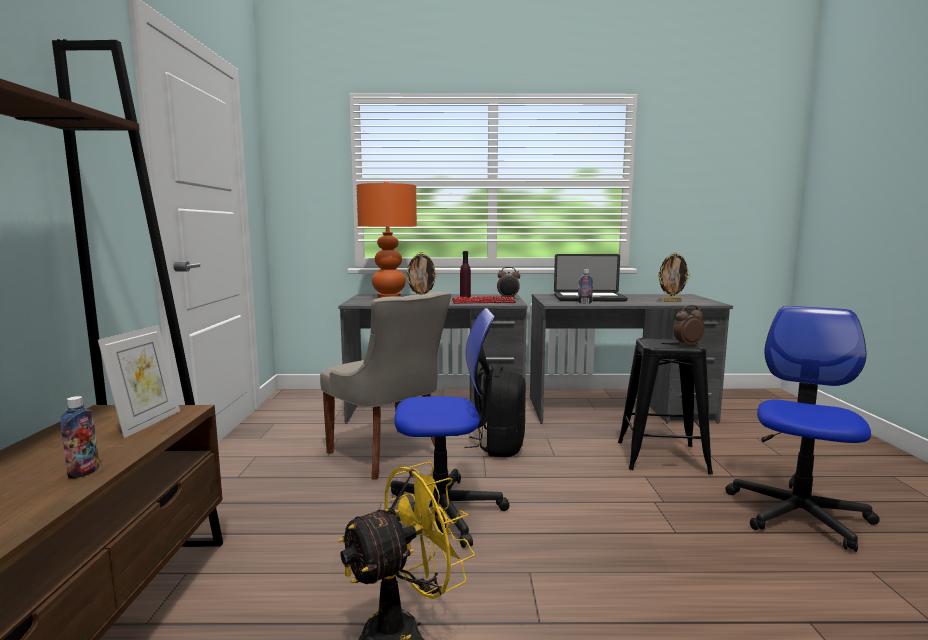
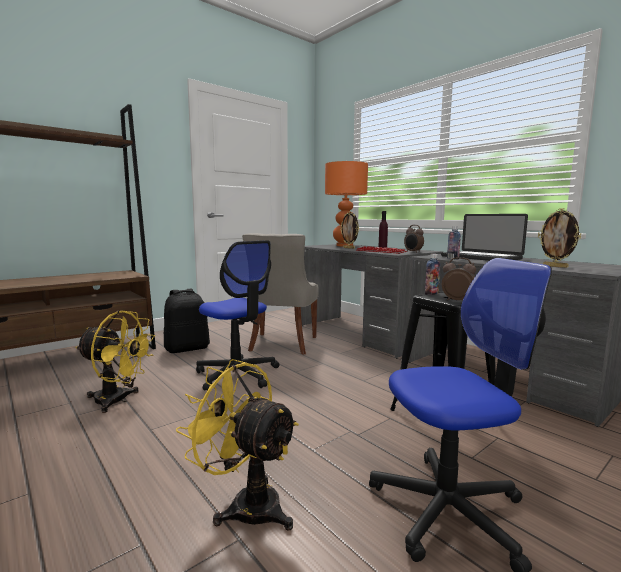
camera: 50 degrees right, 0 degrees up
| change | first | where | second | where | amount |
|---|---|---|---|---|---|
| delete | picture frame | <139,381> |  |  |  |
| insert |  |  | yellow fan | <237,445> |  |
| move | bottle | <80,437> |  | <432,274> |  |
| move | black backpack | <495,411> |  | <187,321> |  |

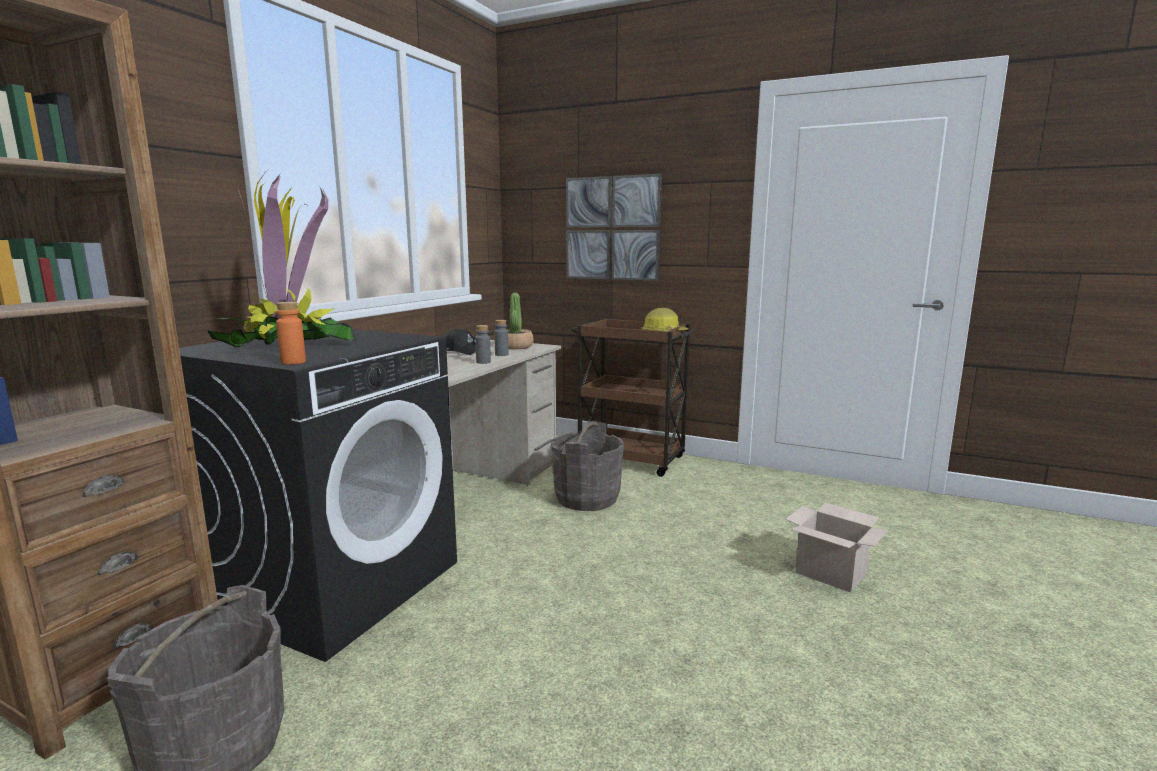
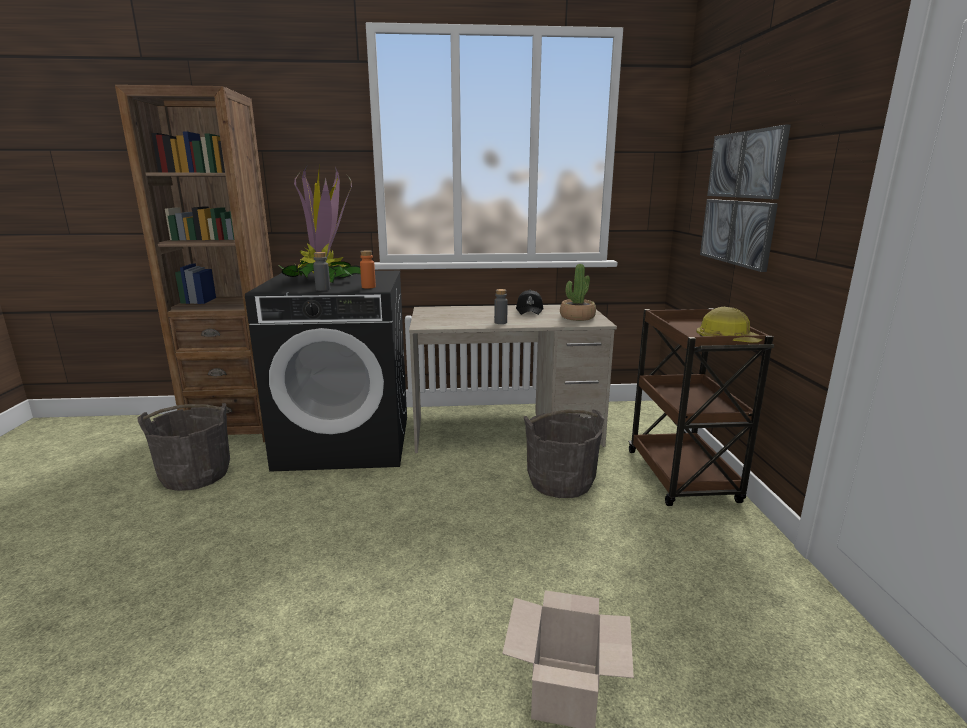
camera: 60 degrees right, 5 degrees up
| change | first | where | second | where | amount |
|---|---|---|---|---|---|
| move | orange bottle | <291,333> |  | <368,269> |  |
| move | grey bottle | <501,338> |  | <321,271> |  |

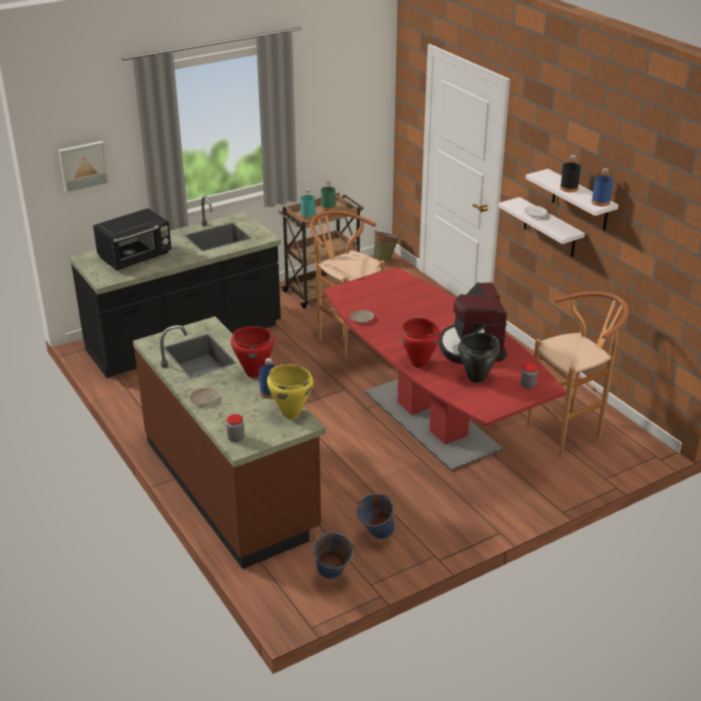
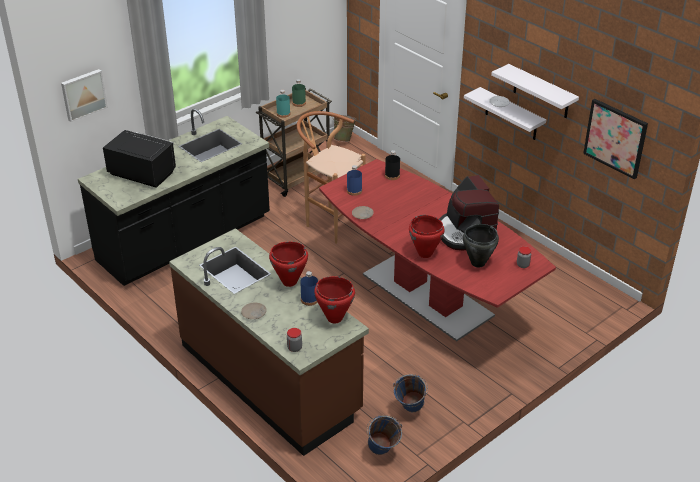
camera: 10 degrees left, 5 degrees up
| change | first | where | second | where | amount |
|---|---|---|---|---|---|
| delete | brown stool | <578,373> |  |  |  |
| insert |  |  | picture | <615,139> |  |
| move | black bottle | <570,173> |  | <392,165> |  |
| move | blue bottle | <602,187> |  | <354,180> |  |
| recolor | yellow cooking pot | <290,391> | red cooking pot | <334,299> |  |
| rotate | black microwave | <132,239> |  | <139,159> | 105 degrees counterclockwise |

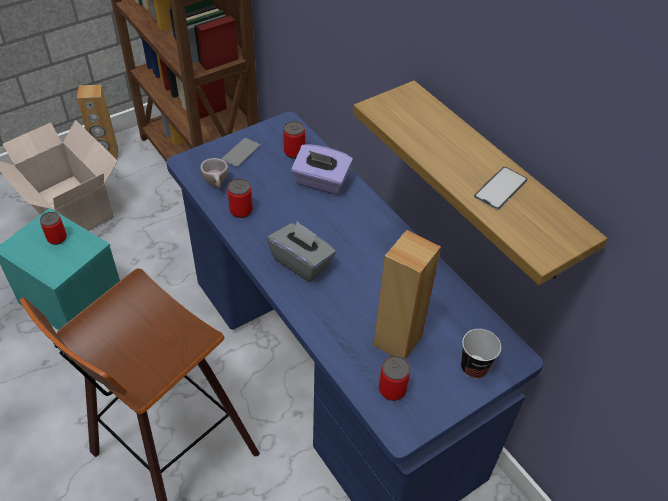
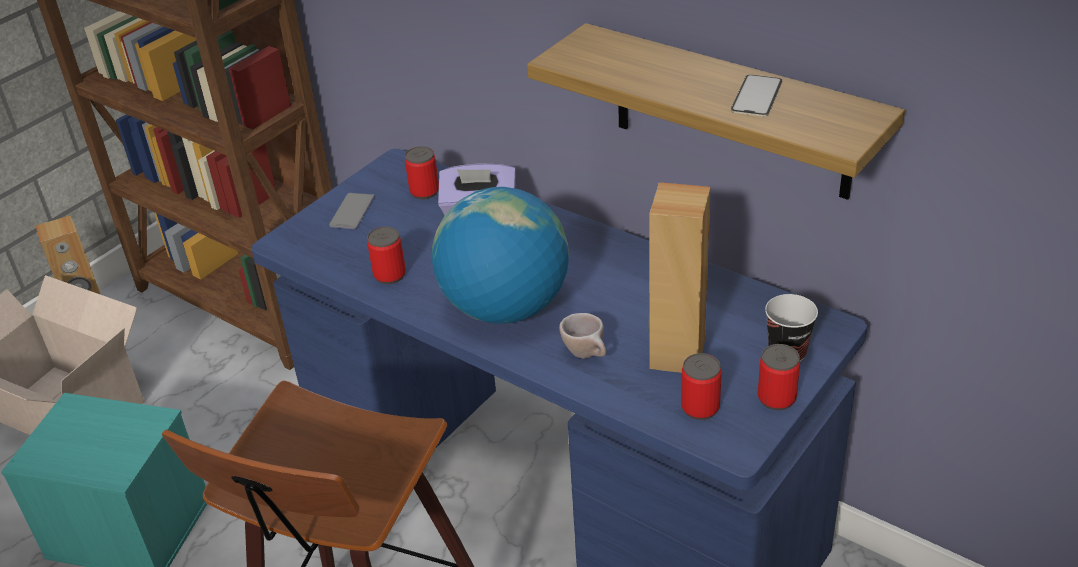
camera: 15 degrees left, 10 degrees down
| change | first | where | second | where | amount |
|---|---|---|---|---|---|
| move | can | <53,228> |  | <779,377> |  |
| move | beige cup | <214,173> |  | <582,335> |  |
| replace | grey tissue box | <301,251> | globe | <500,255> |  |

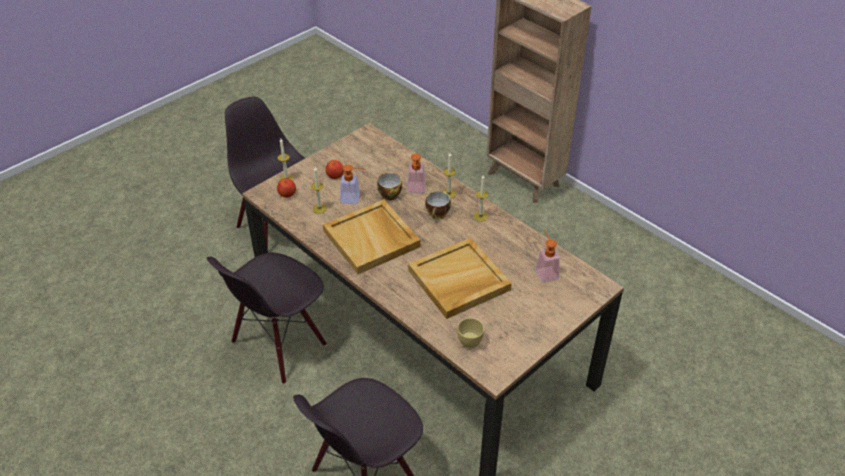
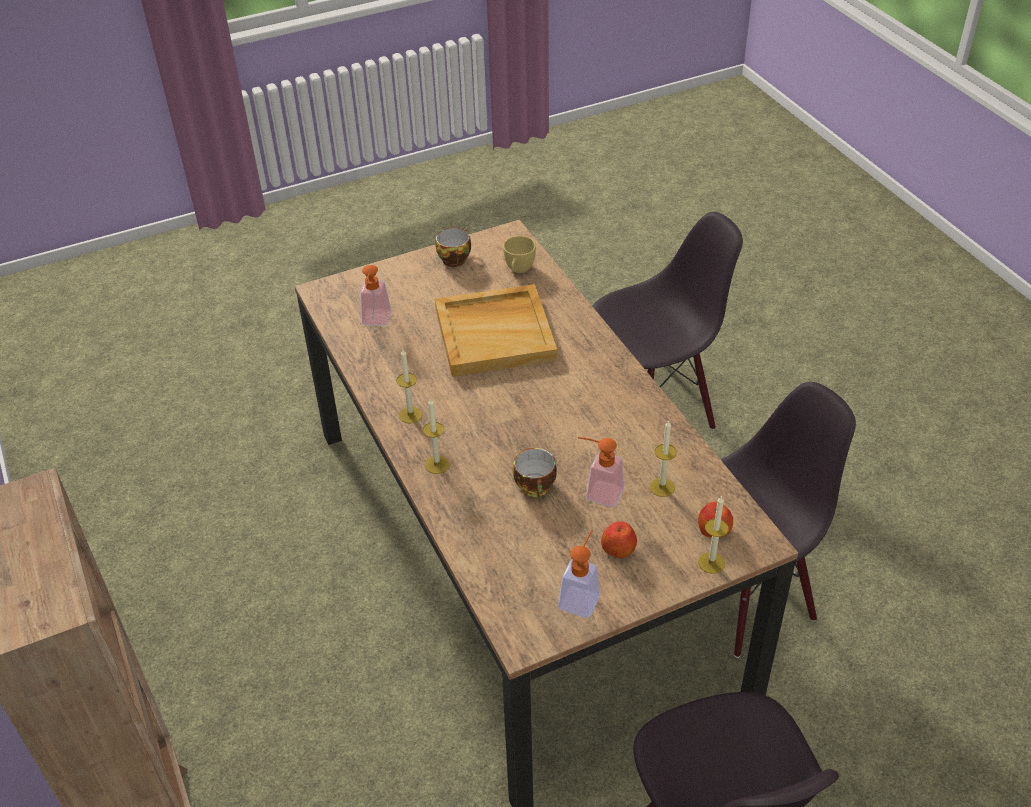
camera: 160 degrees left, 0 degrees up
| change | first | where | second | where | amount |
|---|---|---|---|---|---|
| delete | beige tray | <371,237> |  |  |  |
| move | soap dispenser | <416,173> |  | <579,574> |  |
| move | cup | <438,205> |  | <453,247> |  |

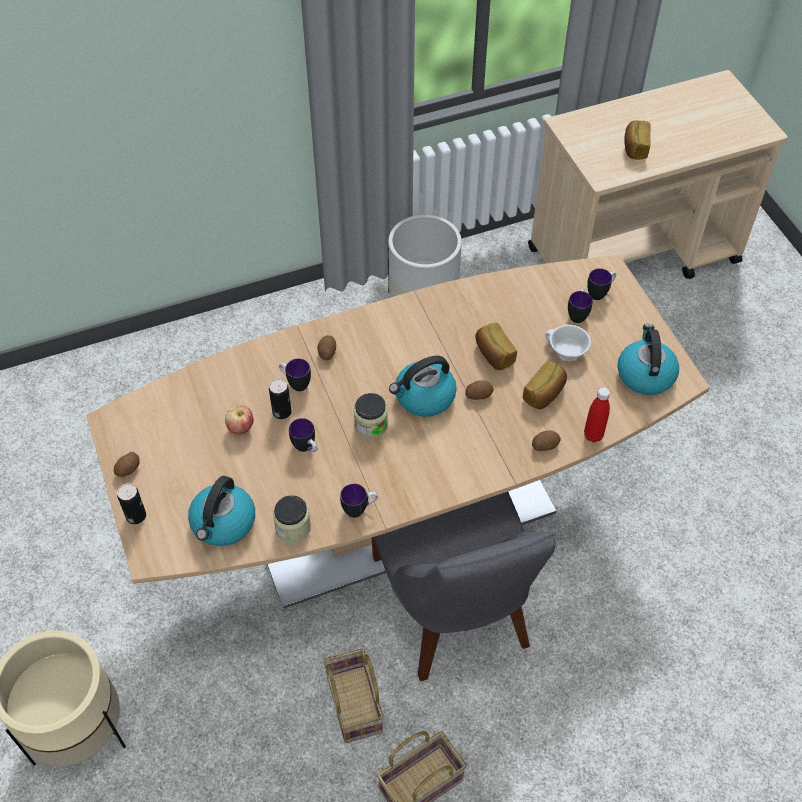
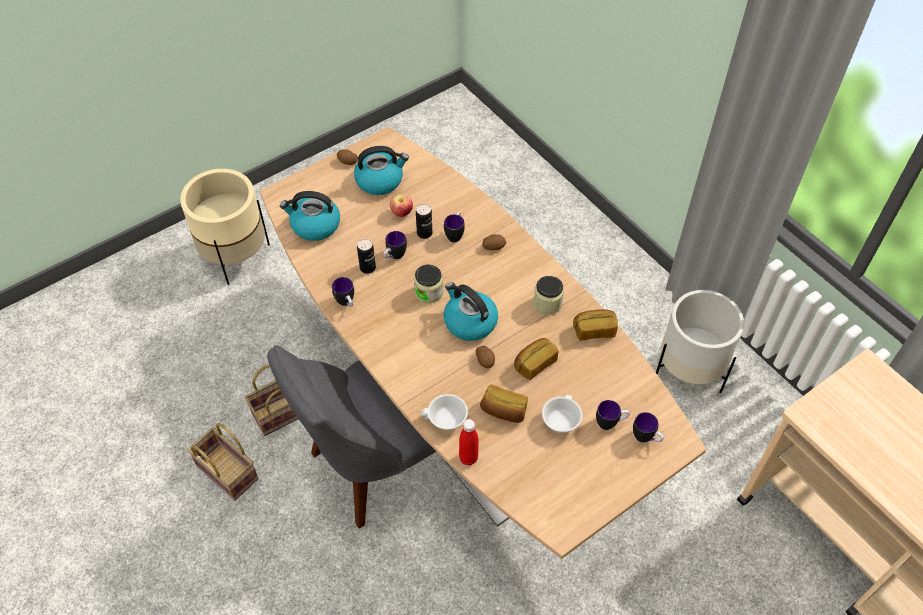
camera: 75 degrees right, 0 degrees up
| change | first | where | second | where | amount |
|---|---|---|---|---|---|
| move | can | <131,503> |  | <366,256> |  |
| move | jar | <292,519> |  | <549,295> |  |
| move | kettle | <648,359> |  | <381,170> |  |
| move | bread | <637,140> |  | <595,325> |  |
| replace | potato | <546,441> | white cup | <444,412> |  |

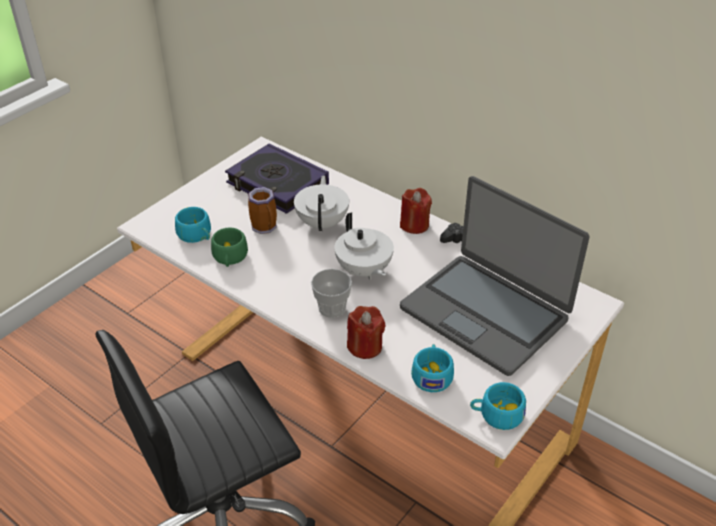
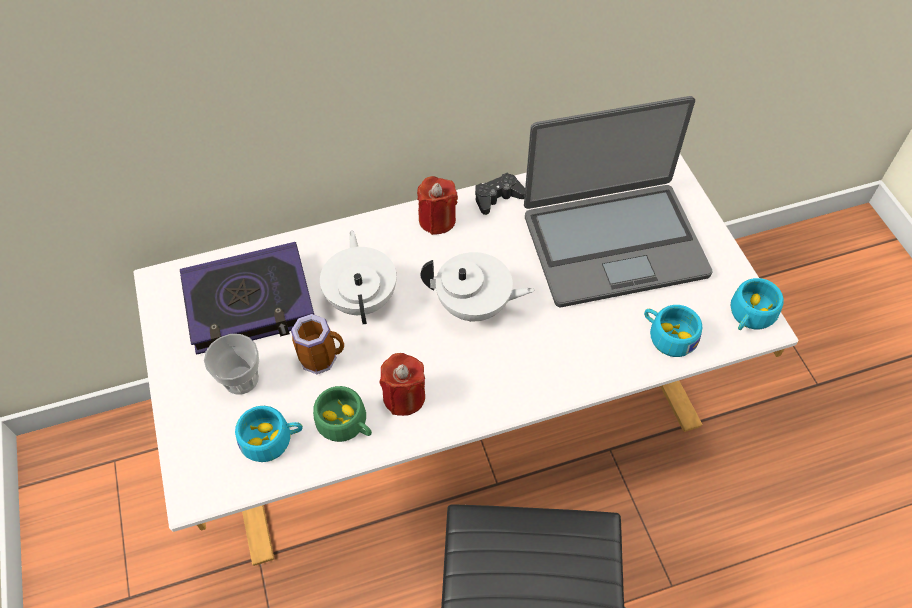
camera: 55 degrees left, 15 degrees up
| change | first | where | second | where | amount |
|---|---|---|---|---|---|
| move | cup | <331,293> |  | <231,364> |  |
| move | red candle | <366,332> |  | <402,384> |  |
| rotate | white teapot | <321,203> |  | <358,277> | 45 degrees clockwise |

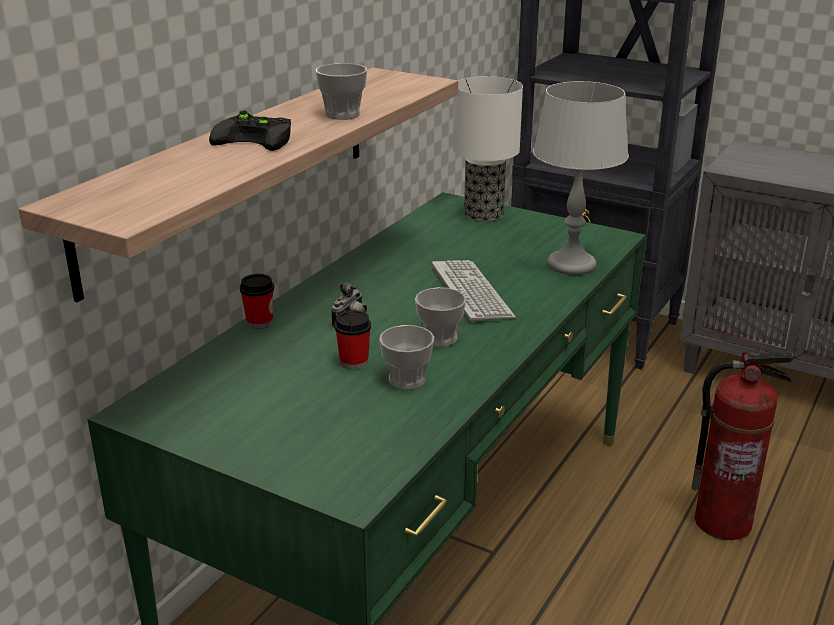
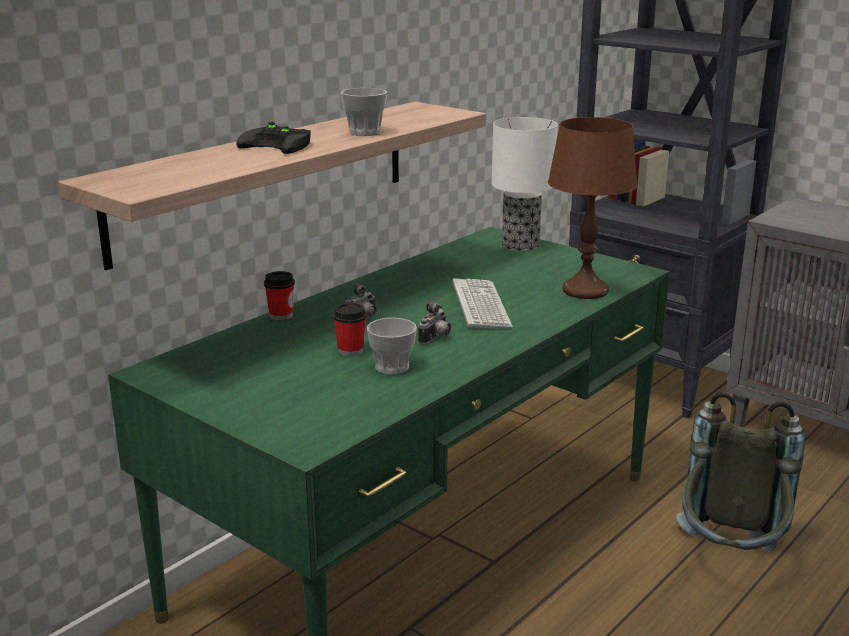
camera: 10 degrees right, 5 degrees down
| change | first | where | second | where | amount |
|---|---|---|---|---|---|
| replace | cup | <440,317> | photo camera | <434,322> |  |
| replace | fire extinguisher | <742,446> | grey backpack | <741,471> |  |
| recolor | grey table lamp | <581,178> | brown table lamp | <593,208> |  |

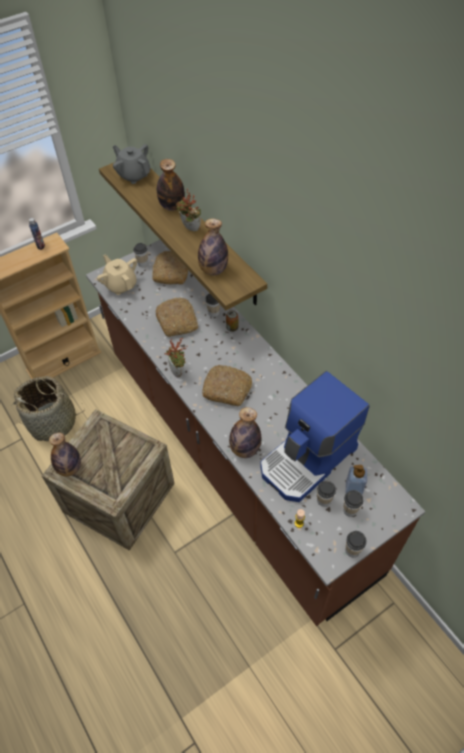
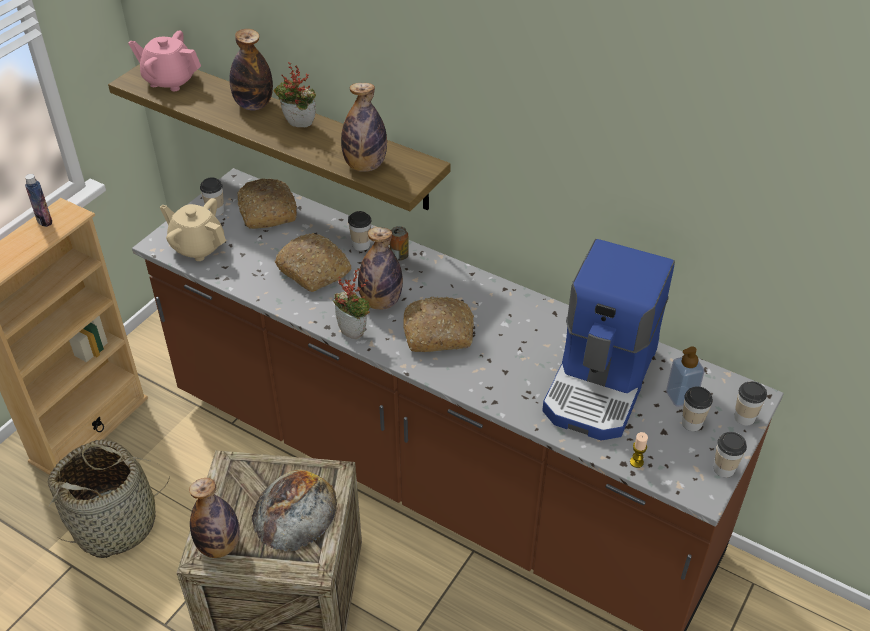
camera: 25 degrees left, 10 degrees down
| change | first | where | second | where | amount |
|---|---|---|---|---|---|
| insert |  |  | bread | <294,510> |  |
| move | bottle | <245,432> |  | <380,268> |  |
| move | cup | <326,494> |  | <750,403> |  |
| recolor | grey teapot | <131,164> | pink teapot | <164,61> |  |

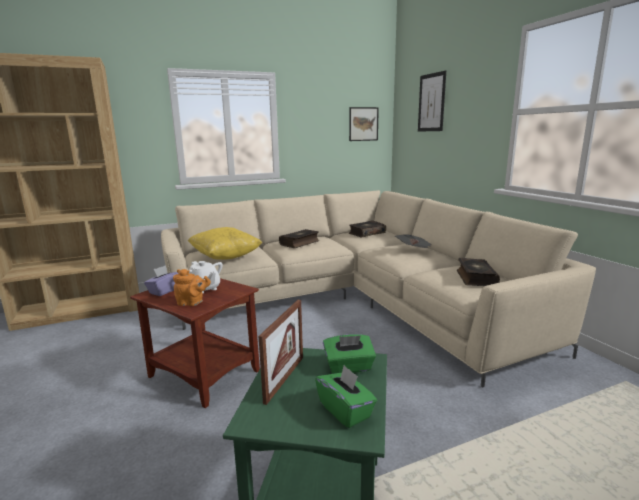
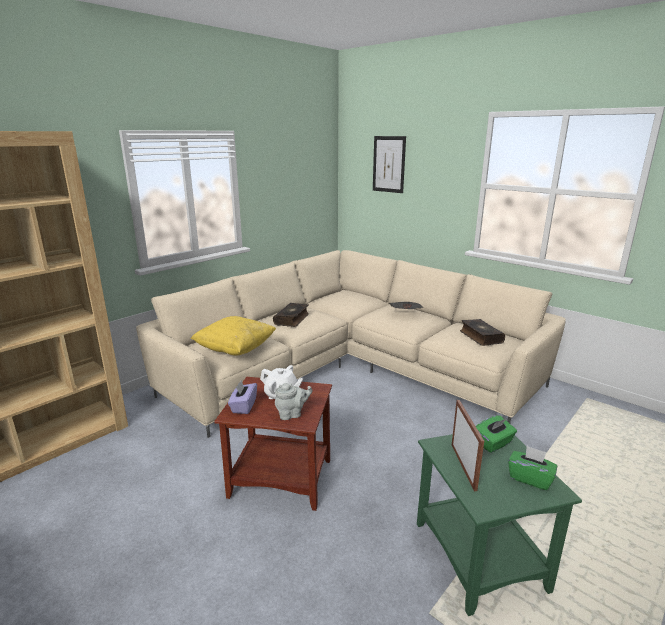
camera: 25 degrees left, 5 degrees up
| change | first | where | second | where | amount |
|---|---|---|---|---|---|
| delete | picture | <364,124> |  |  |  |
| delete | book | <367,229> |  |  |  |
| recolor | orange teapot | <192,287> | grey teapot | <293,401> |  |

